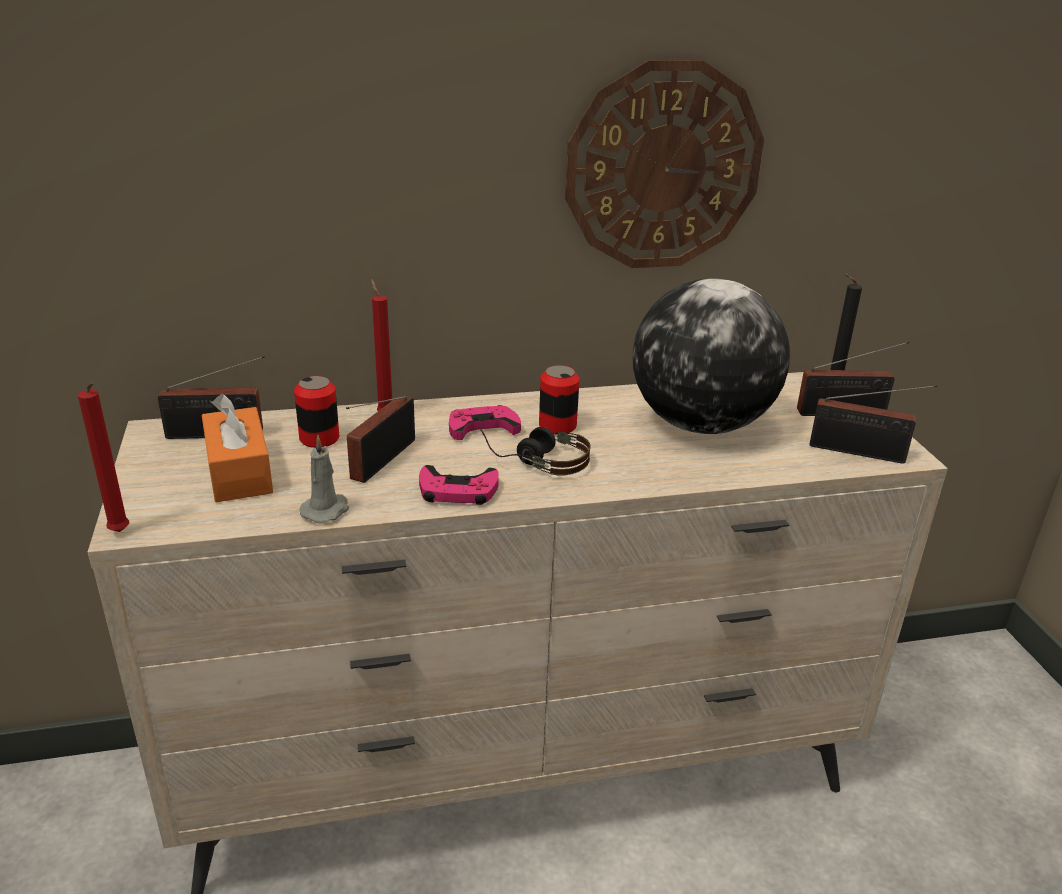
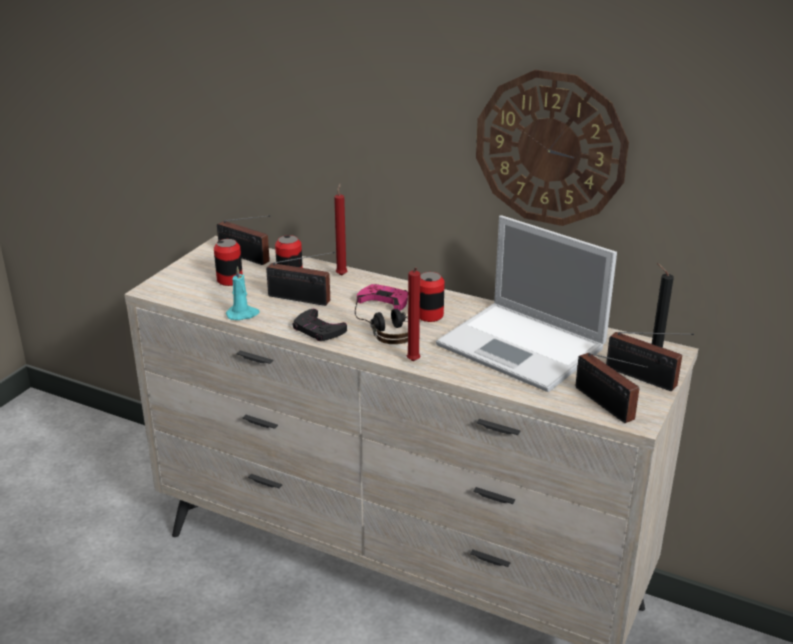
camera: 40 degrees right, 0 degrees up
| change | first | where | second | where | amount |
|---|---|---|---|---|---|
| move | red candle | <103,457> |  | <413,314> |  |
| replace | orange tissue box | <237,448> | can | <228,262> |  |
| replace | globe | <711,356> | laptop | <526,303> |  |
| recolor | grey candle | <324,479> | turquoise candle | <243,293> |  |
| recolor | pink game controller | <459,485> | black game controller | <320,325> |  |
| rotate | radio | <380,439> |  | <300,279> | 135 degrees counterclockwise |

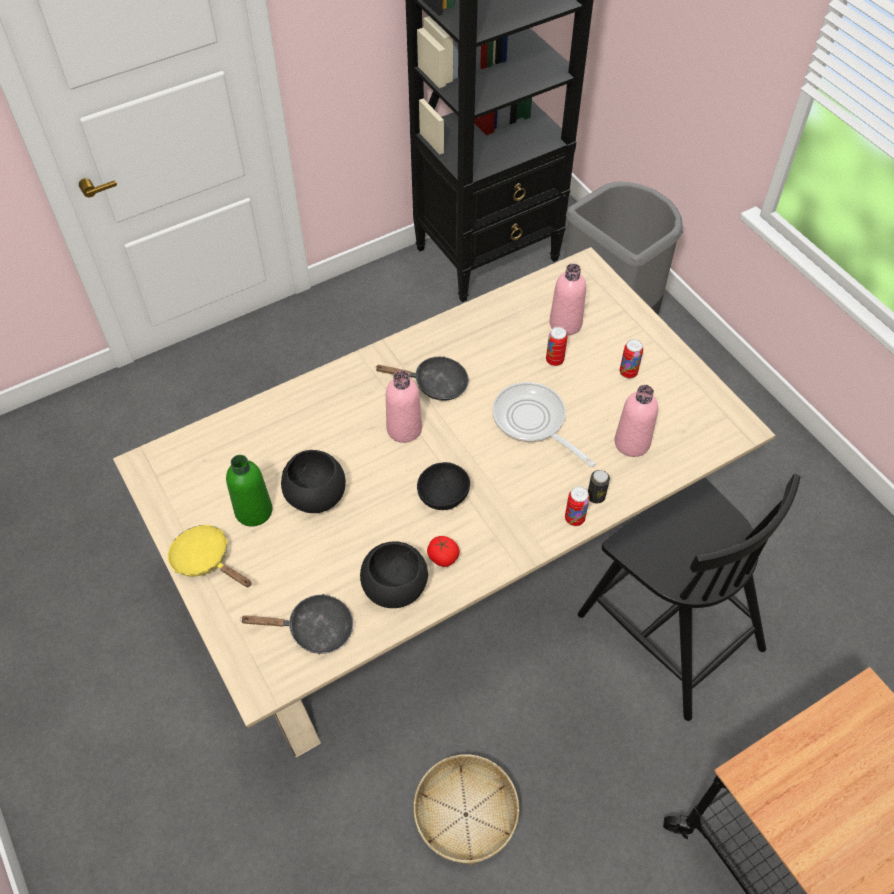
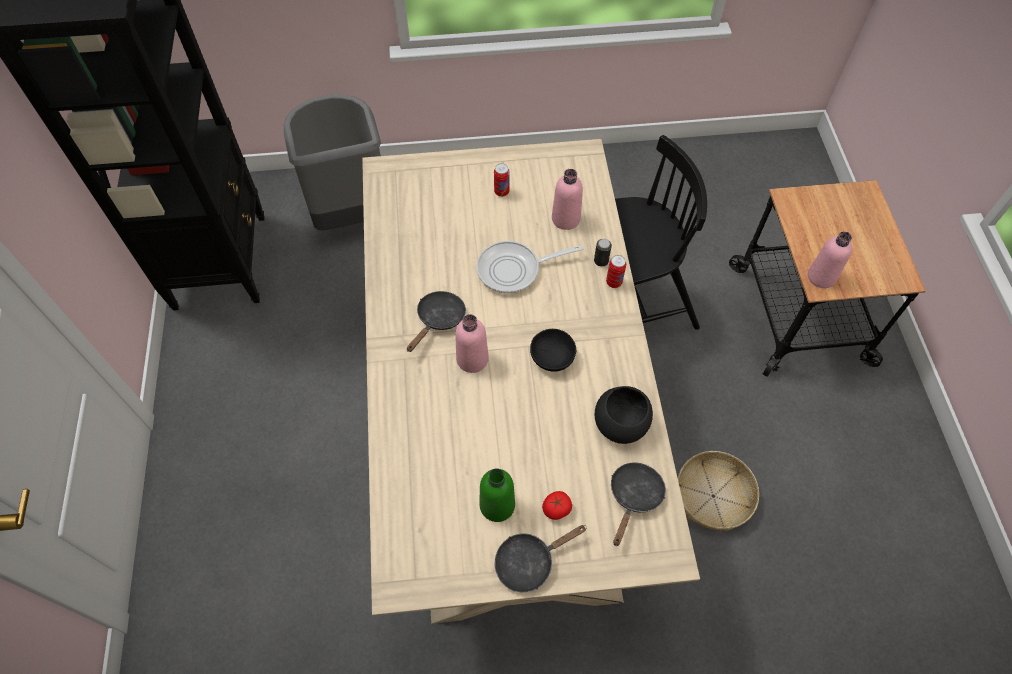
camera: 65 degrees left, 5 degrees up
| change | first | where | second | where | amount |
|---|---|---|---|---|---|
| delete | black bowl | <313,481> |  |  |  |
| delete | can | <556,346> |  |  |  |
| move | tomato | <443,551> |  | <557,505> |  |
| move | pink bottle | <567,299> |  | <830,259> |  |
| recolor | yellow frying pan | <210,556> | black frying pan | <541,558> |  |

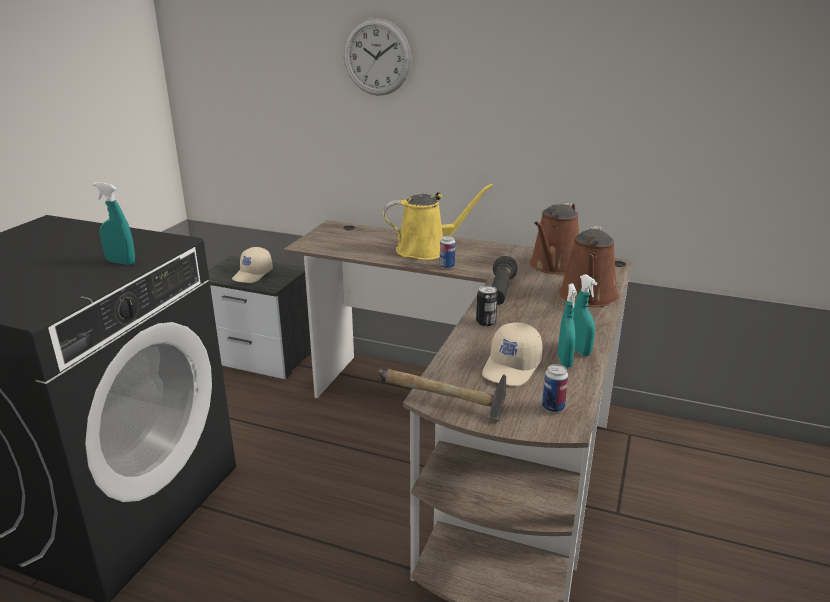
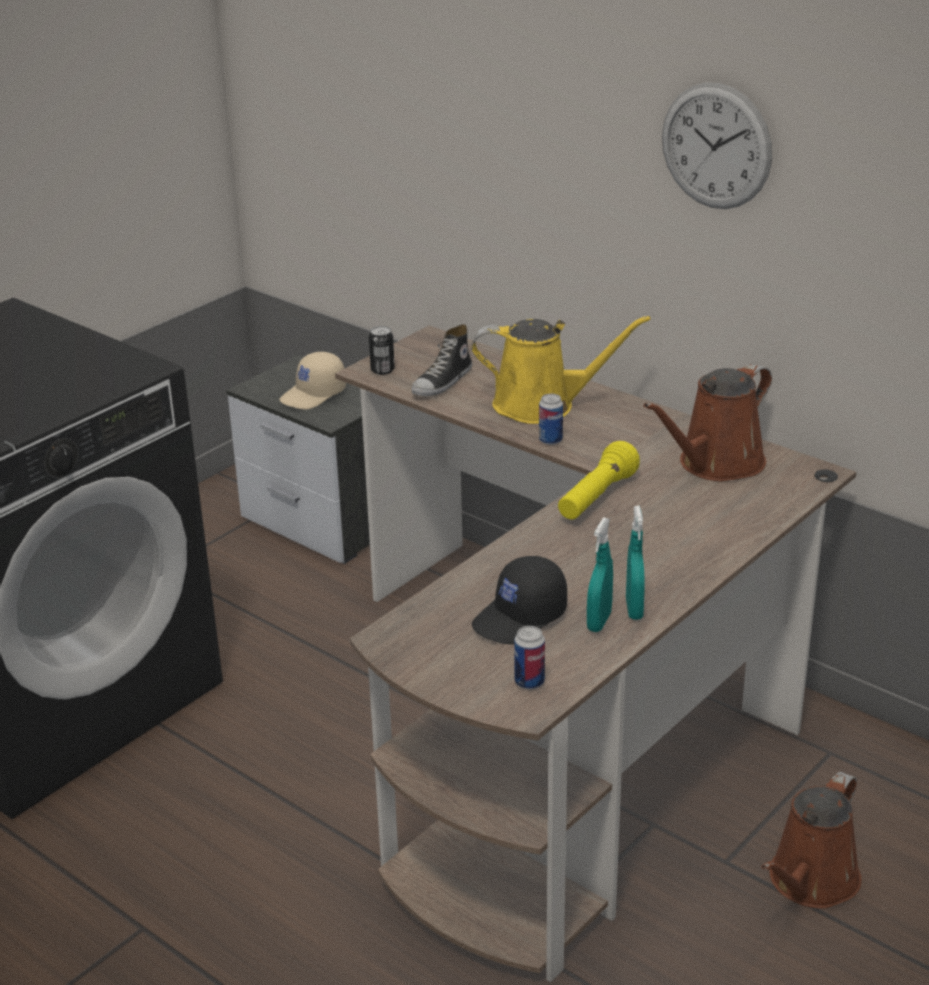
camera: 20 degrees right, 5 degrees up
| change | first | where | second | where | amount |
|---|---|---|---|---|---|
| delete | turquoise spray bottle | <114,223> |  |  |  |
| delete | hammer | <442,394> |  |  |  |
| insert |  |  | shoe | <442,360> |  |
| move | wall clock | <377,57> |  | <717,146> |  |
| move | can | <487,306> |  | <382,350> |  |
| move | brown watering can | <589,266> |  | <811,840> |  |
| recolor | beige cap | <512,354> | black cap | <519,600> |  |
| recolor | black flashlight | <505,280> | yellow flashlight | <599,480> |  |

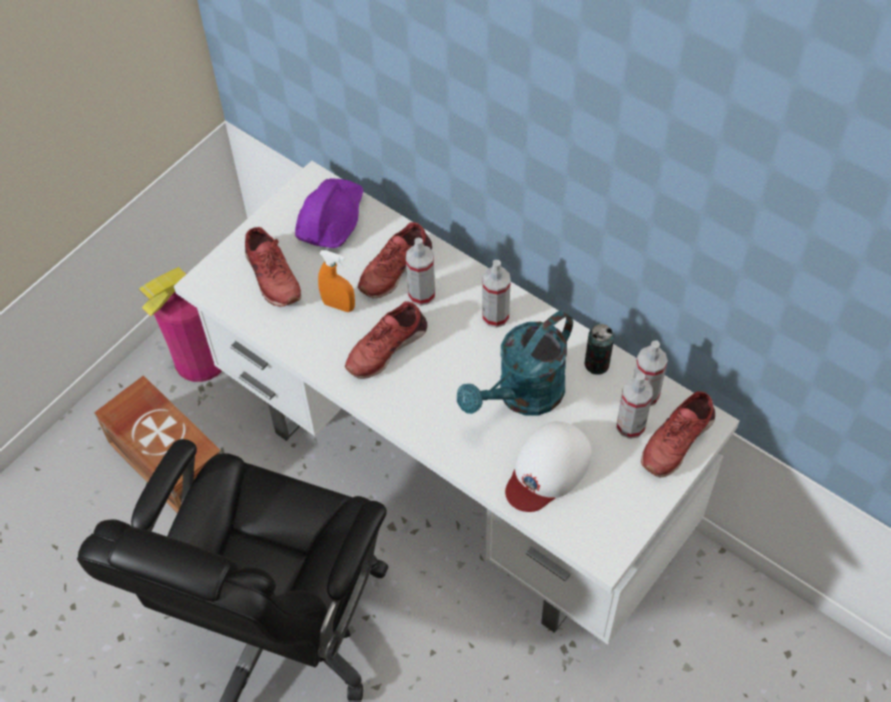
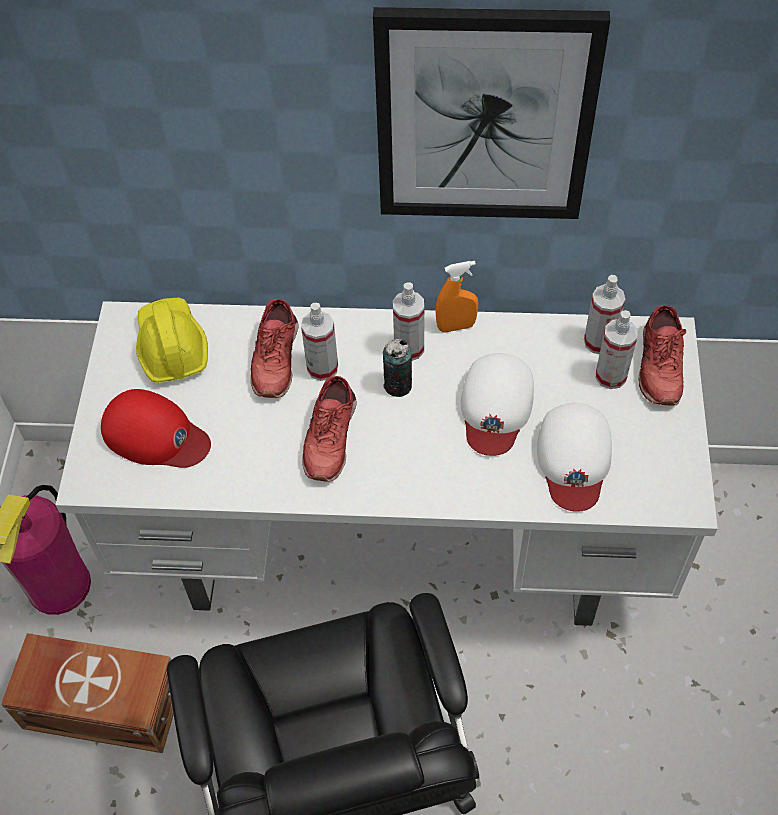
camera: 35 degrees left, 0 degrees up
| change | first | where | second | where | amount |
|---|---|---|---|---|---|
| insert |  |  | picture | <491,113> |  |
| move | orange spray bottle | <336,281> |  | <456,297> |  |
| move | can | <599,349> |  | <397,368> |  |
| replace | red shoe | <273,267> | red cap | <156,428> |  |
| replace | turquoise watering can | <515,363> | white cap | <497,404> |  |
| recolor | purple hard hat | <329,213> | yellow hard hat | <172,340> |  |

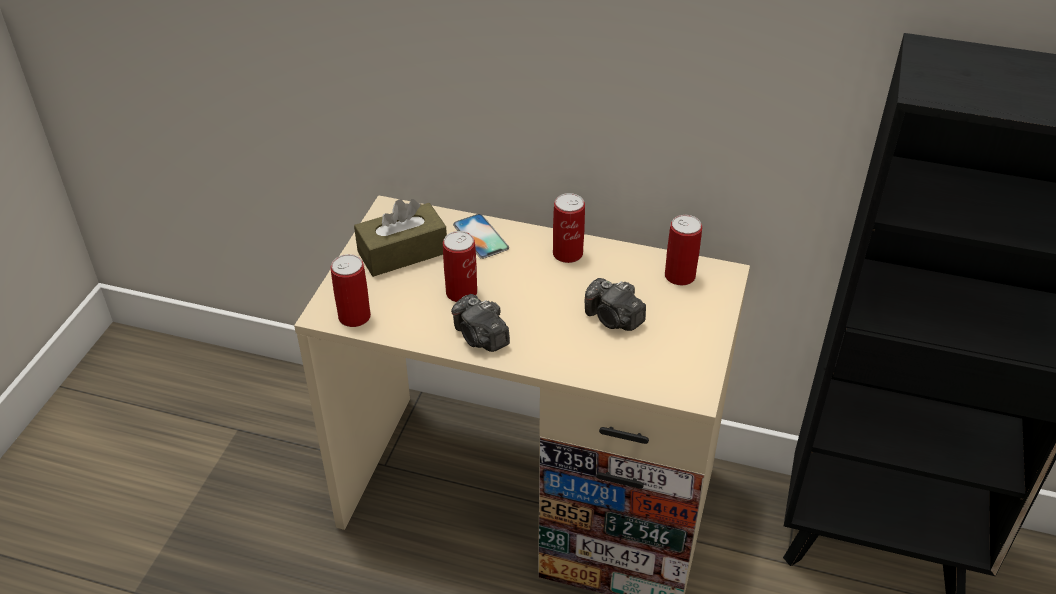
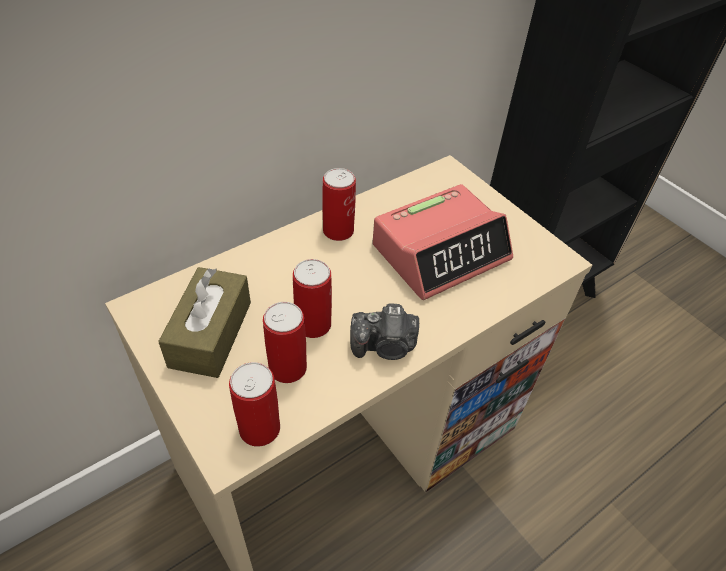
camera: 55 degrees left, 5 degrees up
| change | first | where | second | where | amount |
|---|---|---|---|---|---|
| delete | phone | <481,236> |  |  |  |
| move | can | <683,250> |  | <285,342> |  |
| replace | photo camera | <615,304> | alarm clock | <442,242> |  |

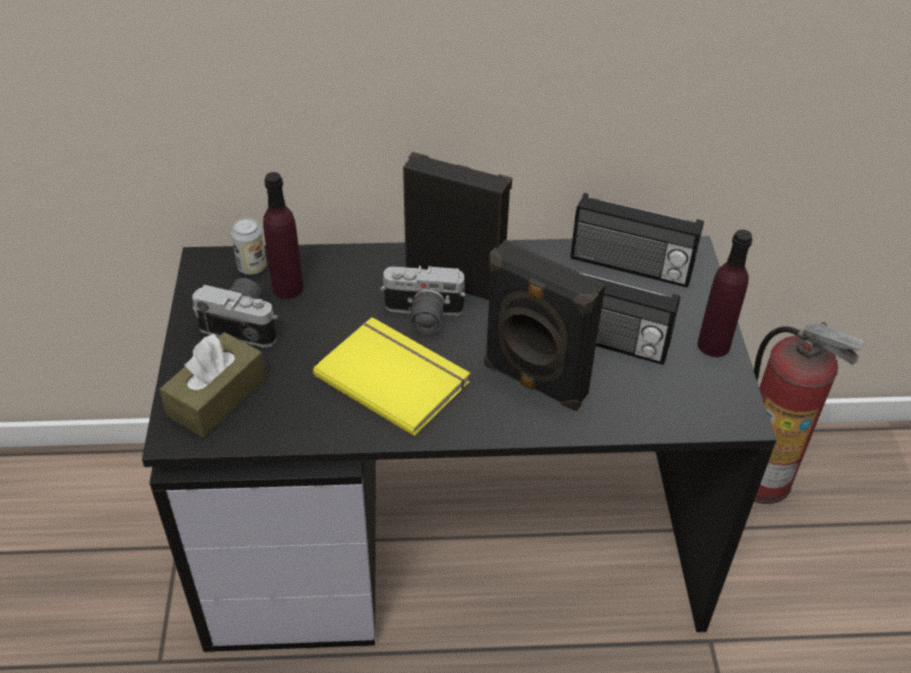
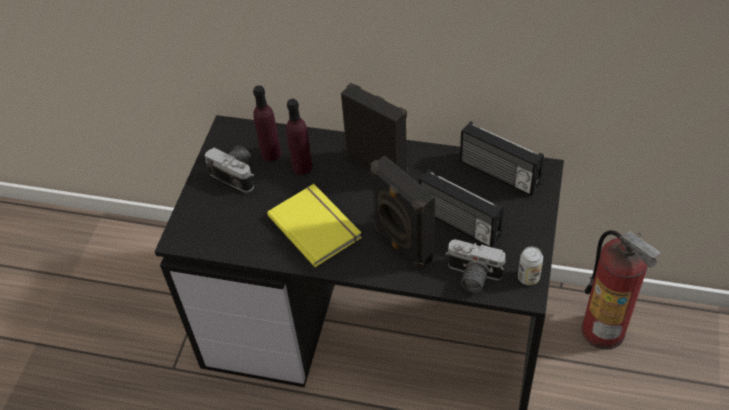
camera: 20 degrees right, 5 degrees up
| change | first | where | second | where | amount |
|---|---|---|---|---|---|
| delete | brown tissue box | <212,384> |  |  |  |
| move | can | <249,246> |  | <530,266> |  |
| move | photo camera | <423,300> |  | <475,266> |  |
| move | purple bottle | <724,293> |  | <299,137> |  |

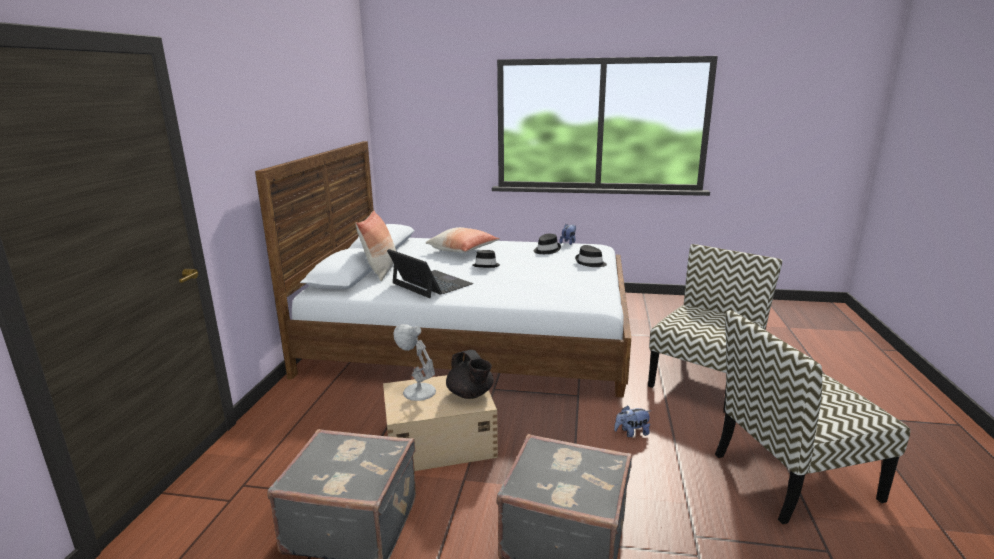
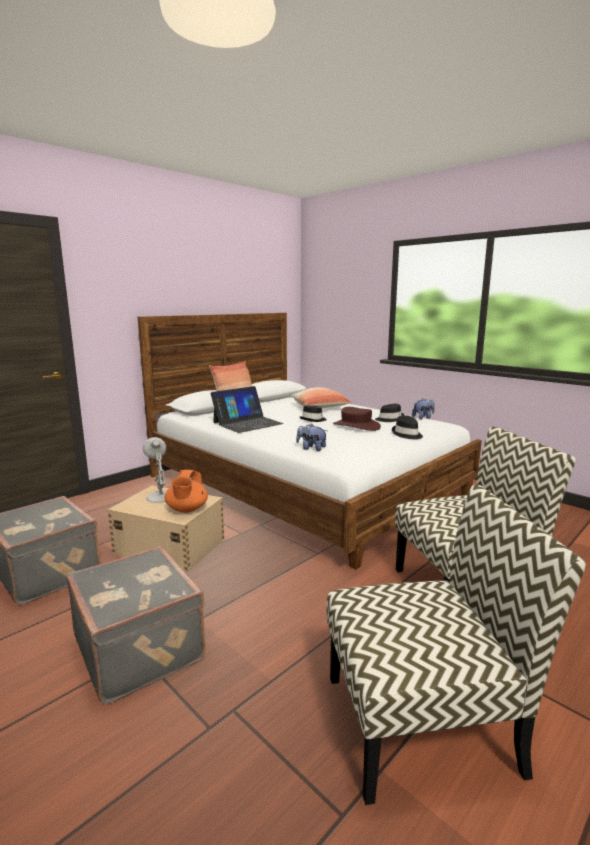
camera: 35 degrees right, 5 degrees down
| change | first | where | second | where | amount |
|---|---|---|---|---|---|
| insert |  |  | brown hat | <357,419> |  |
| move | plush toy | <632,421> |  | <311,437> |  |
| recolor | black teapot | <470,374> | orange teapot | <186,491> |  |
| rotate | laptop | <430,273> |  | <247,409> | 60 degrees clockwise |
| rotate | chair | <812,417> |  | <456,644> | 150 degrees clockwise |

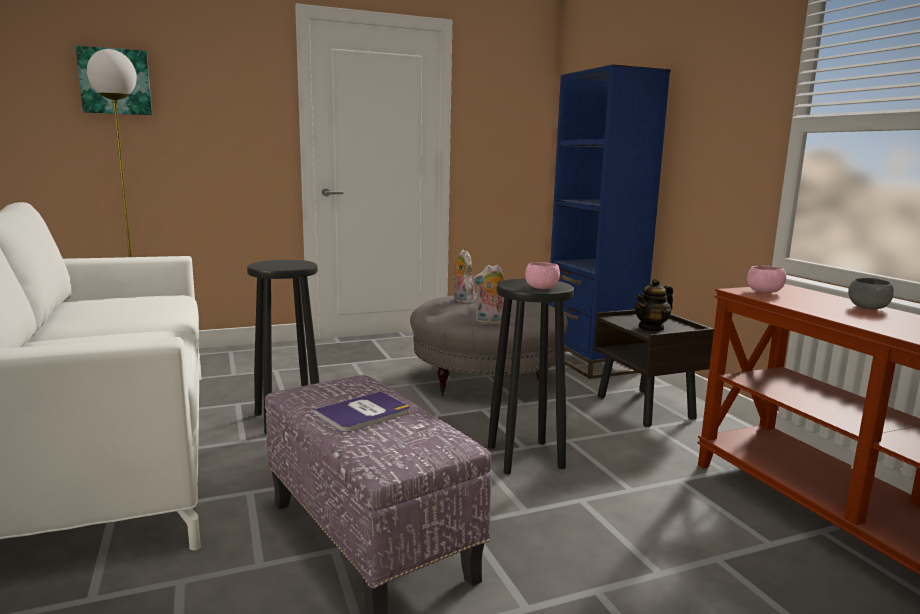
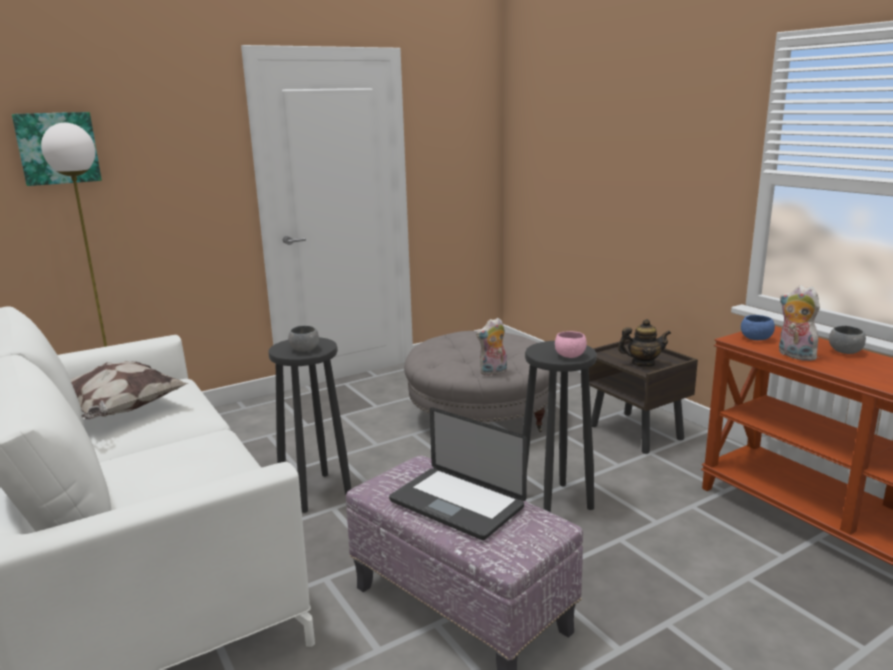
camera: 10 degrees left, 5 degrees up
| change | first | where | second | where | amount |
|---|---|---|---|---|---|
| delete | blue bookcase | <610,221> |  |  |  |
| insert |  |  | pillow | <129,390> |  |
| insert |  |  | grey bowl | <303,339> |  |
| move | plush toy | <463,277> |  | <800,323> |  |
| replace | book | <362,411> | laptop | <458,473> |  |
| recolor | pink bowl | <766,279> | blue bowl | <758,327> |  |
| rotate | teapot | <654,305> |  | <644,343> | 135 degrees counterclockwise |

